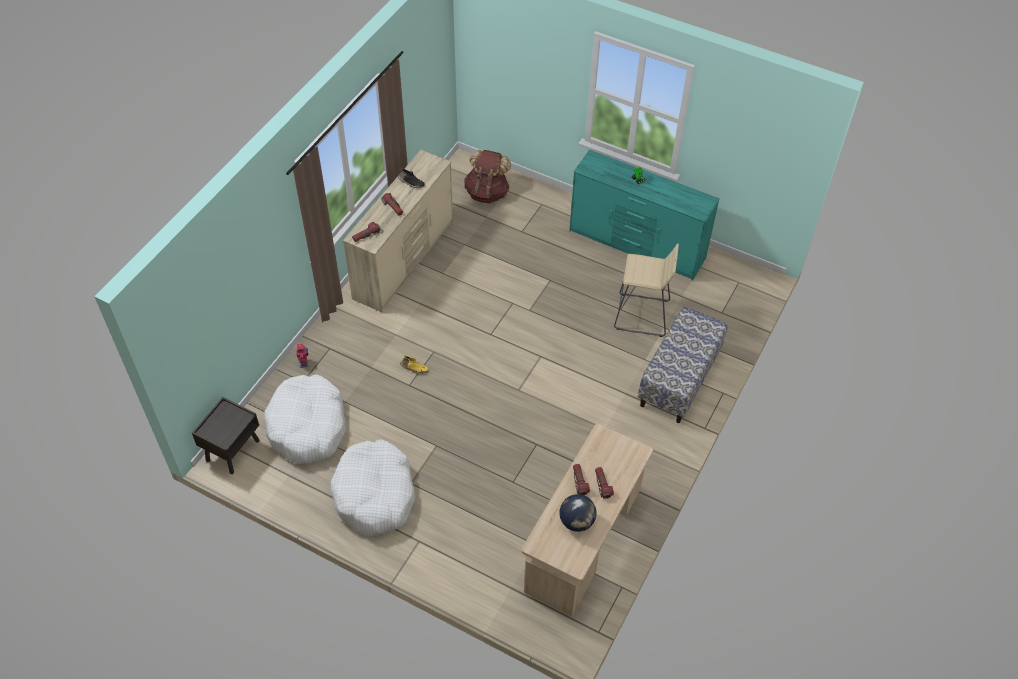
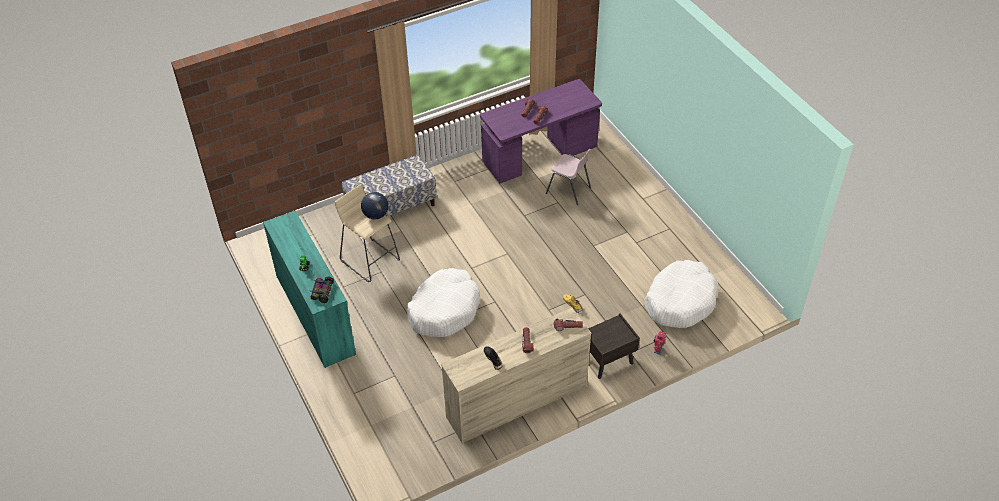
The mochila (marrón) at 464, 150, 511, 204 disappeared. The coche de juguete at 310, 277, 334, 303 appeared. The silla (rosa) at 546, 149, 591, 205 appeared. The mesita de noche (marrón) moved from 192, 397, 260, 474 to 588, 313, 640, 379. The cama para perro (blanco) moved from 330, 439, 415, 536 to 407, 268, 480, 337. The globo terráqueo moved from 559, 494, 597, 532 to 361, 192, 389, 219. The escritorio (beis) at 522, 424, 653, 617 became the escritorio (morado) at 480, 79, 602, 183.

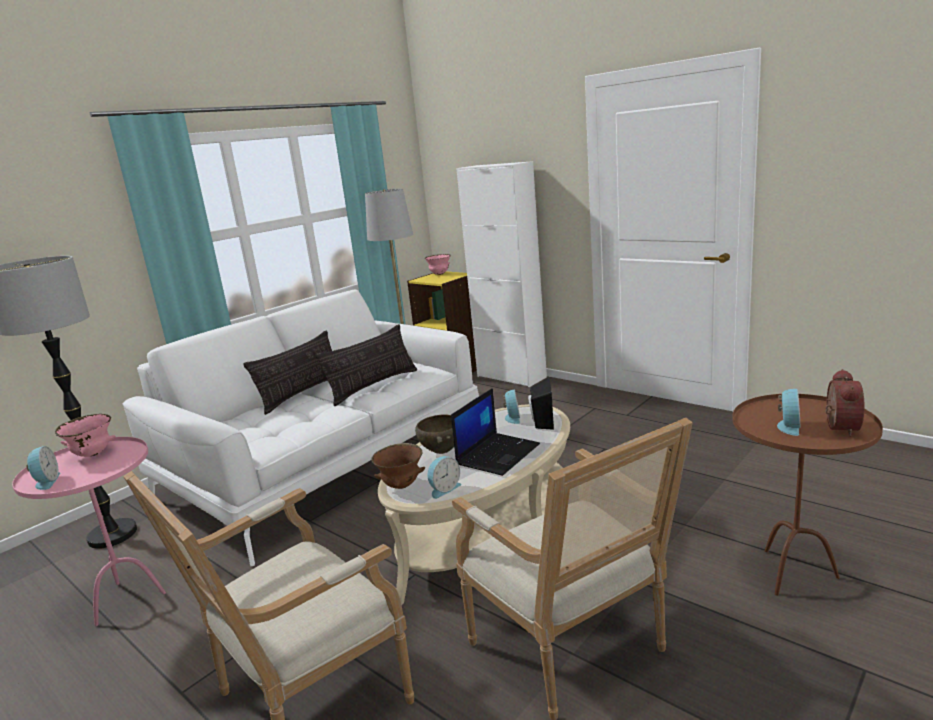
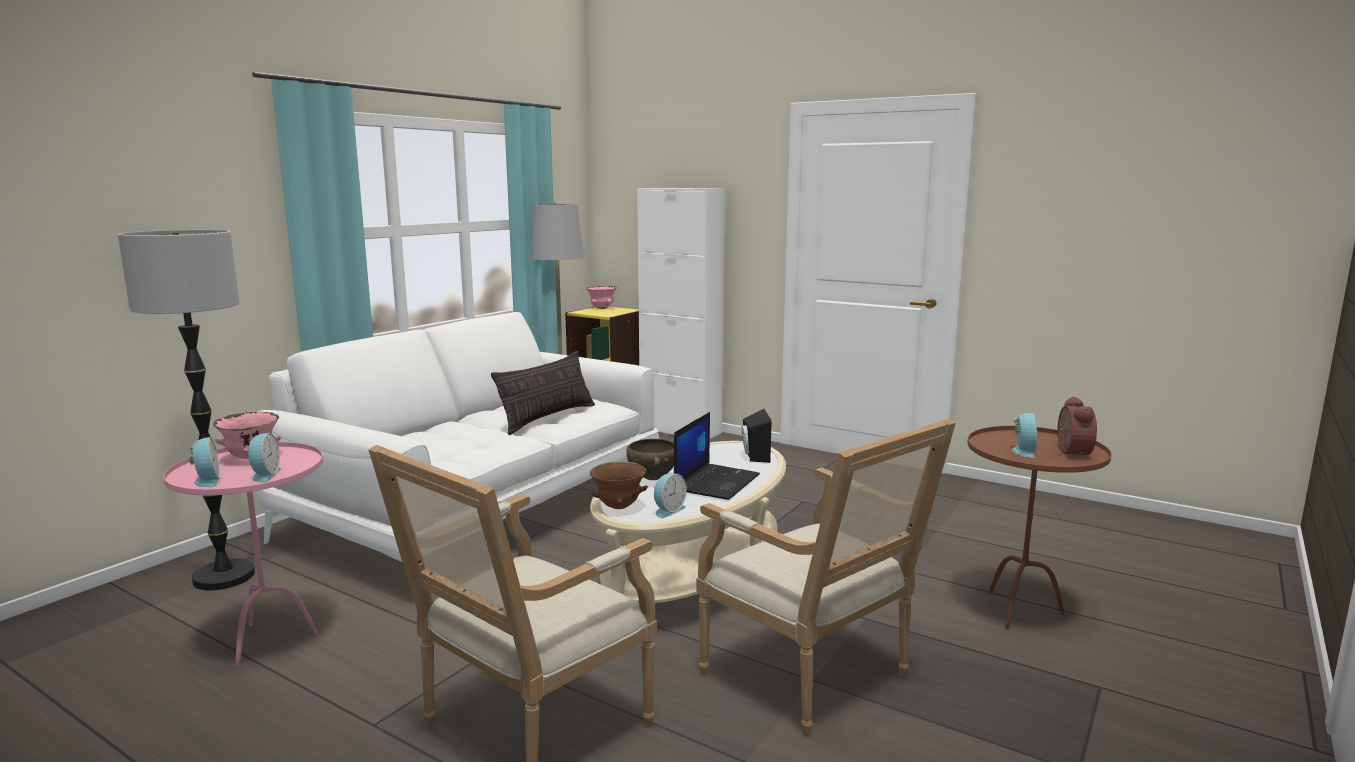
The cojín at 243, 330, 332, 415 disappeared. The despertador moved from 503, 389, 520, 424 to 247, 433, 281, 483.

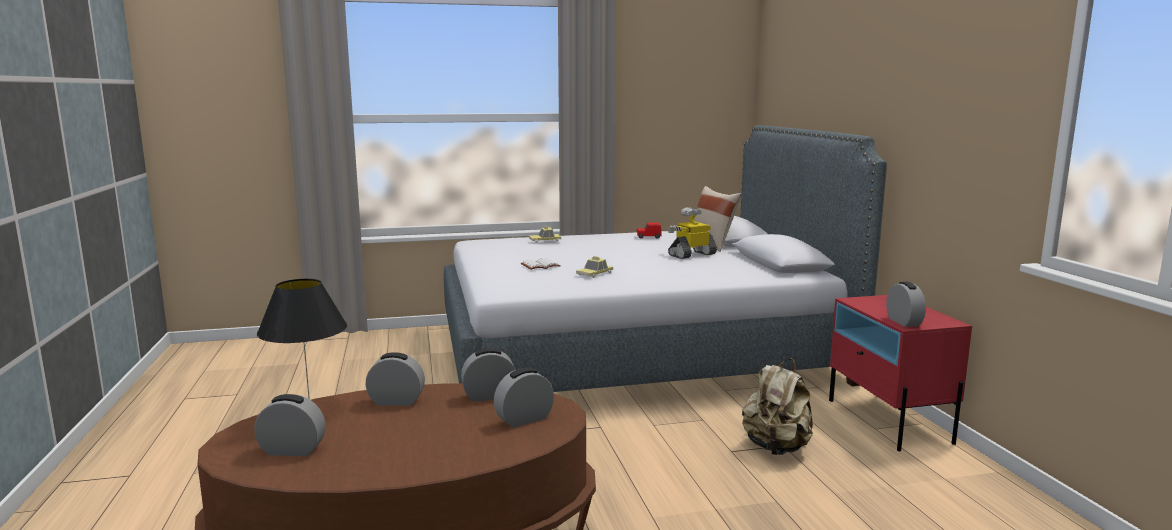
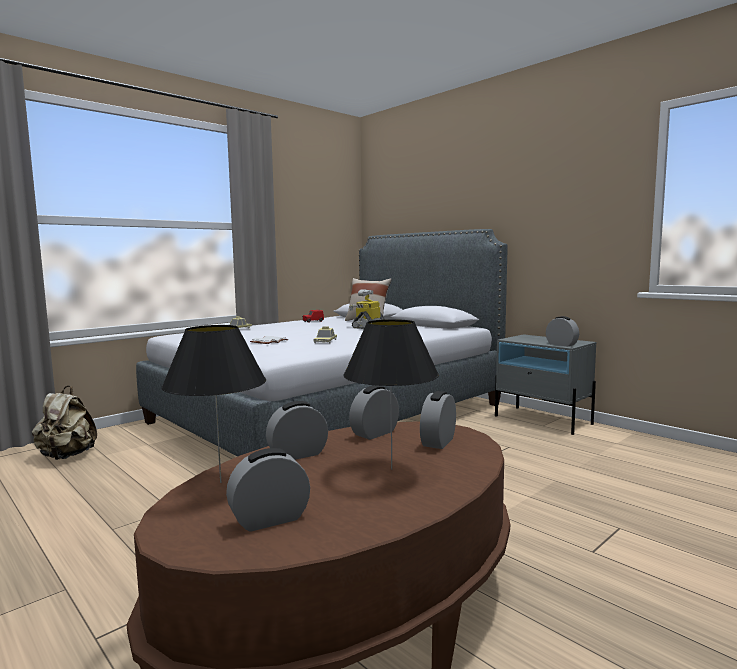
The lámpara de mesa (negro) at 343, 319, 439, 470 appeared. The mochila (beis) moved from 742, 359, 813, 455 to 32, 385, 97, 460. The mesita de noche (rojo) at 829, 295, 972, 451 became the mesita de noche (gris) at 495, 334, 596, 435.

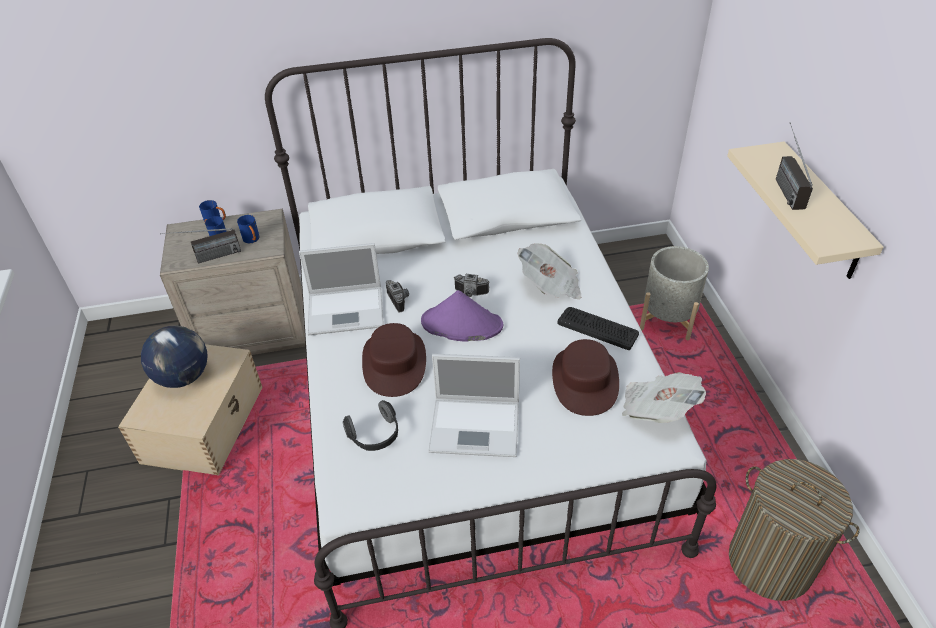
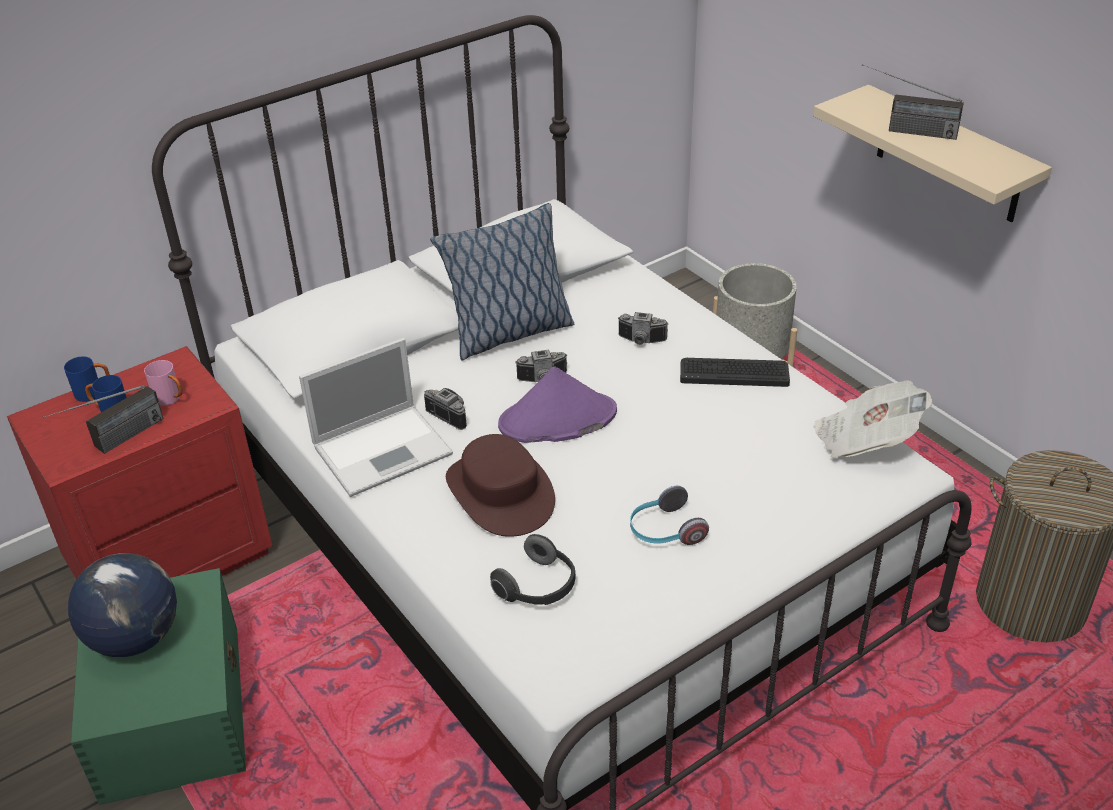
The sombrero (marrón) at 552, 339, 619, 416 disappeared. The cojín at 430, 203, 574, 361 appeared. The portátil at 428, 354, 520, 457 was replaced by the auriculares at 630, 486, 709, 545. The periódico at 518, 243, 582, 299 was replaced by the cámara at 618, 312, 668, 345. The caja de almacenaje (beis) at 118, 344, 262, 475 became the caja de almacenaje (verde) at 71, 568, 246, 805. The mesita de noche (beis) at 160, 209, 305, 355 became the mesita de noche (rojo) at 7, 346, 273, 580. The taza grande (azul) at 237, 215, 260, 244 became the taza grande (rosa) at 144, 360, 182, 406. The radio at 776, 122, 813, 210 turned 45 degrees counterclockwise.

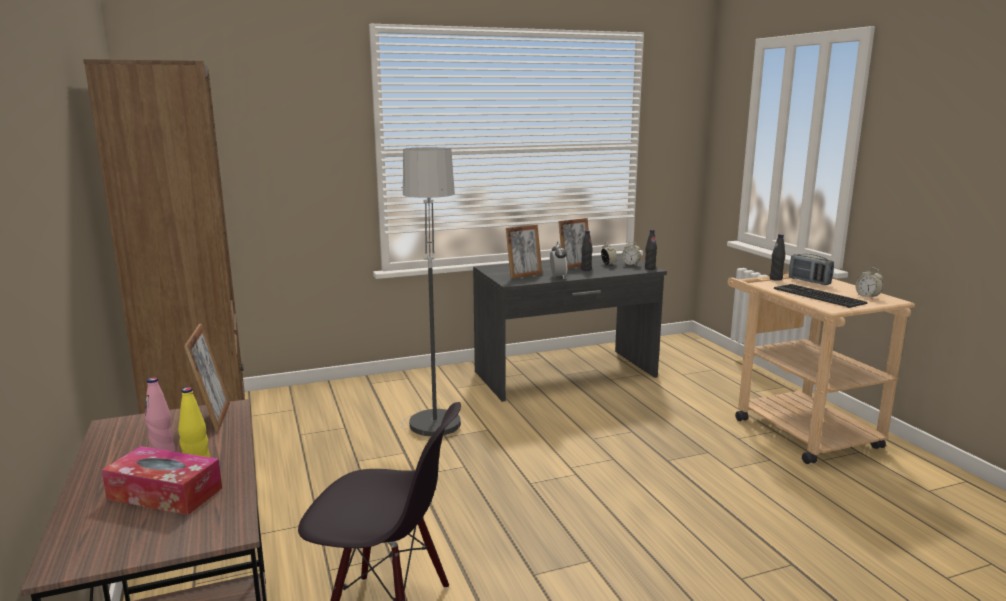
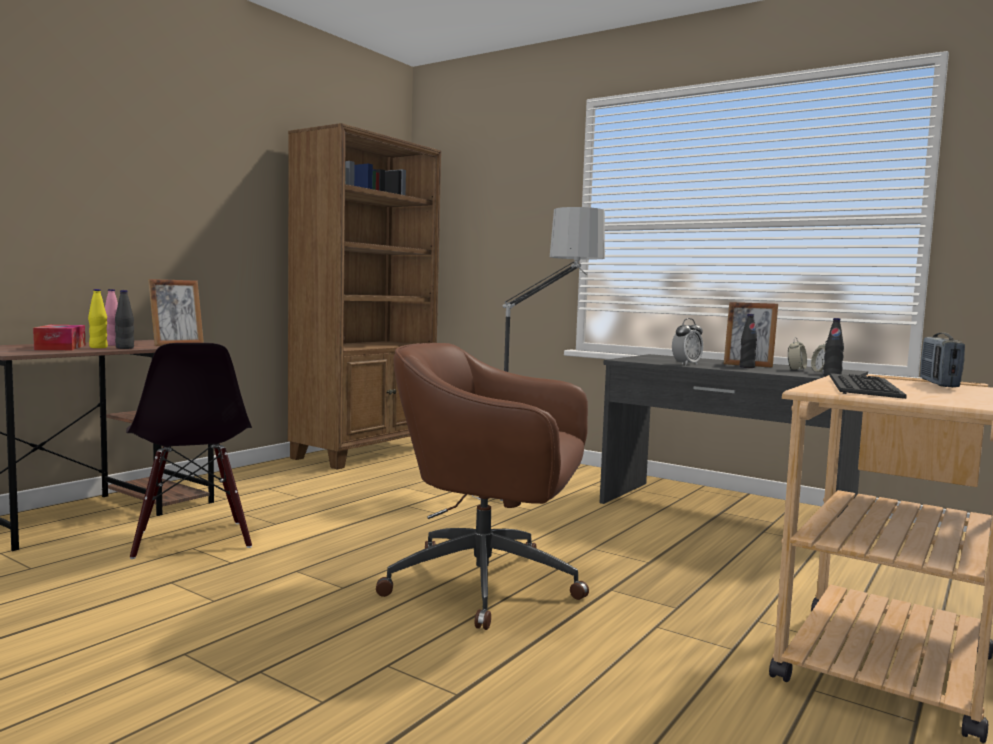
The portarretratos at 506, 225, 542, 279 disappeared. The despertador at 855, 268, 883, 298 disappeared. The silla de oficina (marrón) at 376, 343, 589, 630 appeared. The botella (negro) moved from 769, 234, 785, 281 to 115, 290, 134, 349.

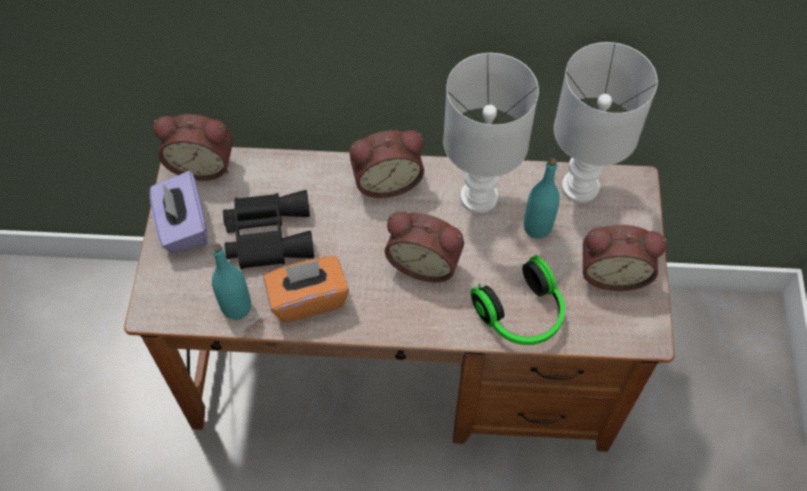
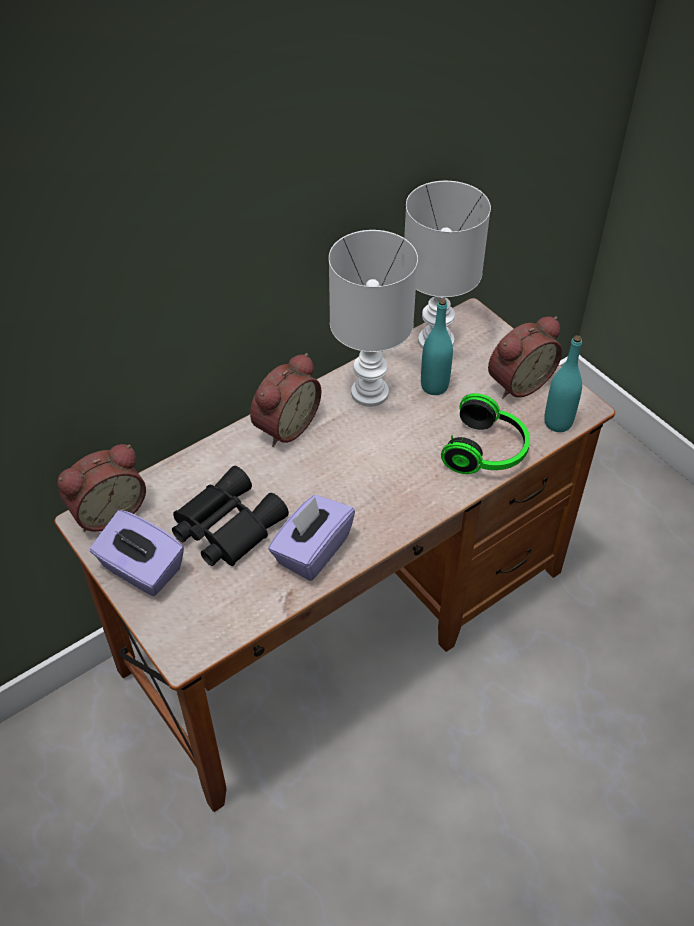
The despertador at 385, 212, 464, 282 disappeared. The botella (turquesa) moved from 212, 244, 251, 320 to 544, 335, 582, 432. The caja de pañuelos (naranja) at 264, 256, 349, 322 became the caja de pañuelos (morado) at 268, 495, 355, 581.

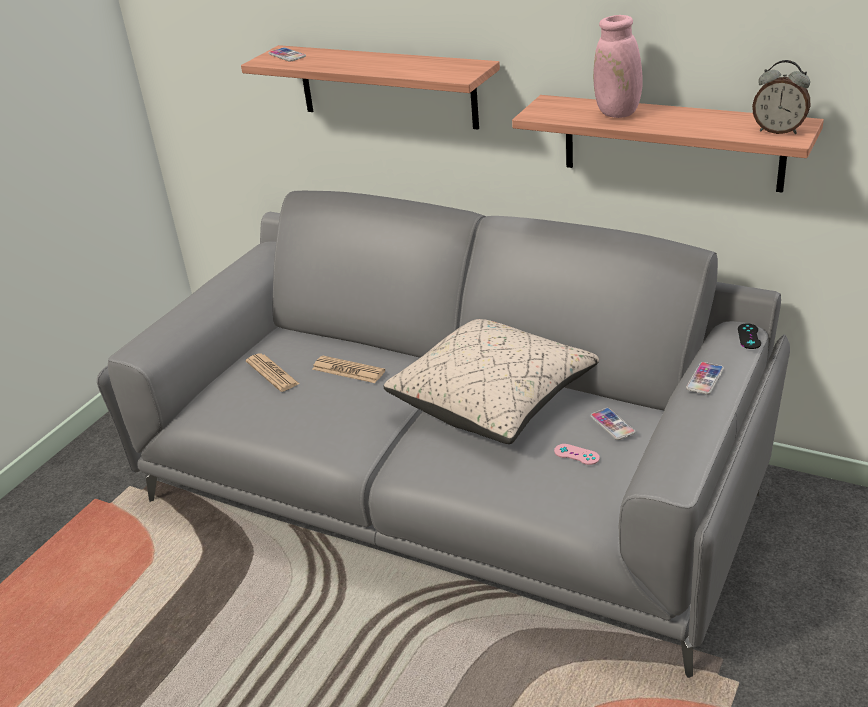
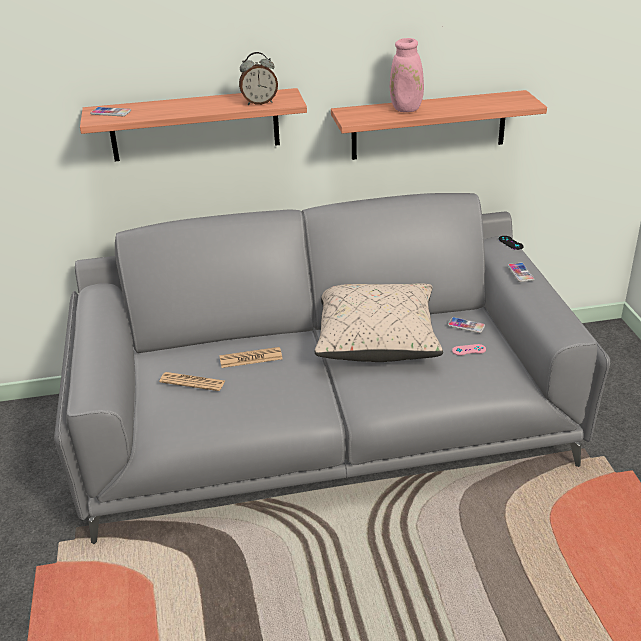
The despertador moved from 752, 60, 810, 134 to 239, 52, 278, 105.

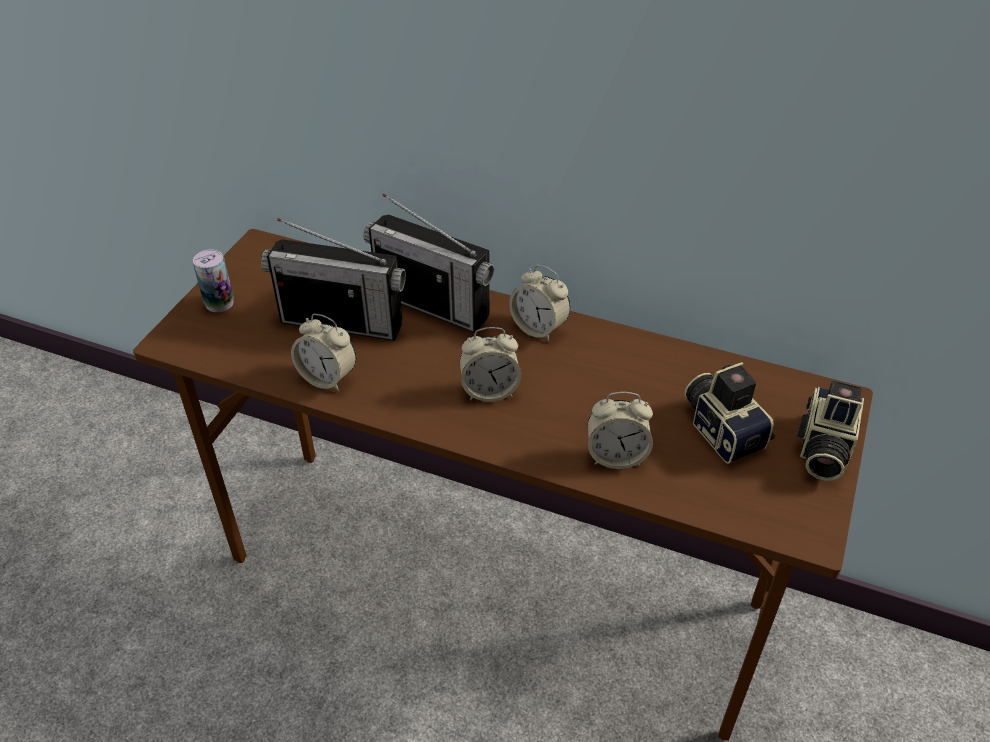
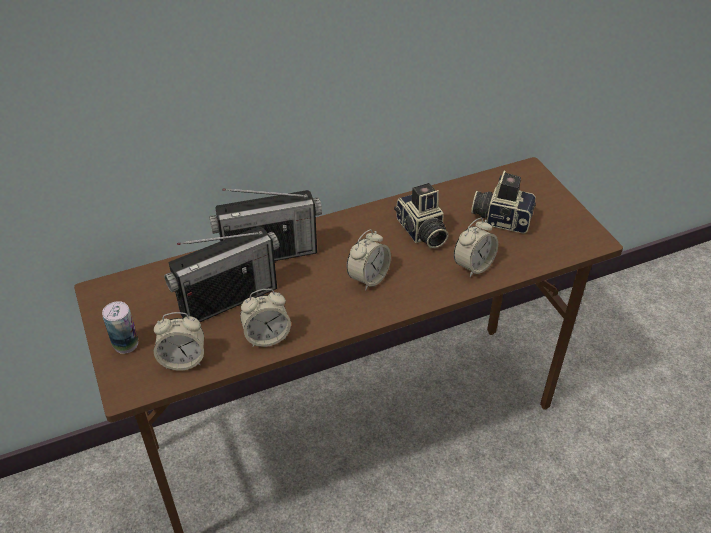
The despertador moved from 509, 265, 571, 341 to 154, 312, 204, 371. The cámara moved from 797, 380, 864, 481 to 394, 183, 449, 248.

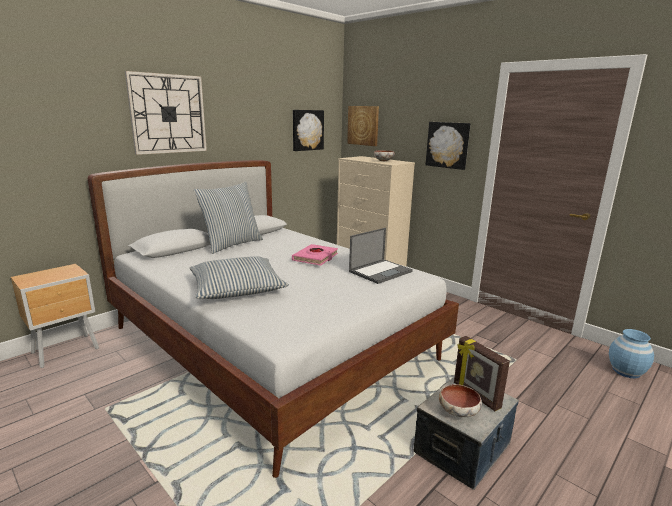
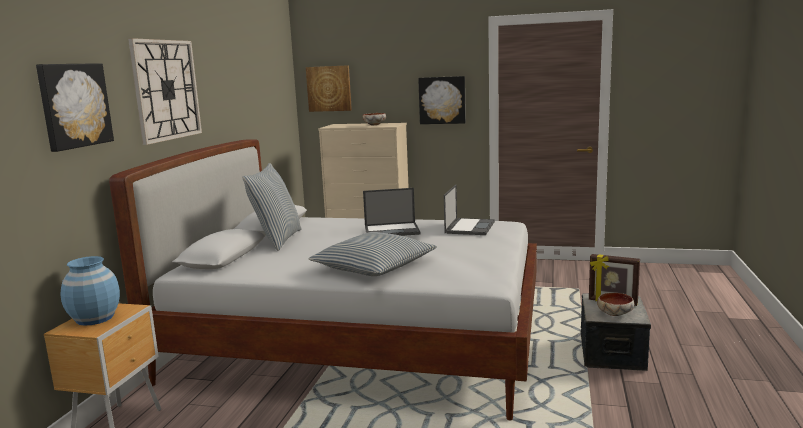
The cuadro moved from 293, 110, 324, 151 to 36, 63, 114, 152. The florero (azul) moved from 609, 329, 654, 378 to 61, 256, 120, 326. The libro (rosa) at 292, 244, 338, 266 was replaced by the portátil at 363, 188, 421, 236.

